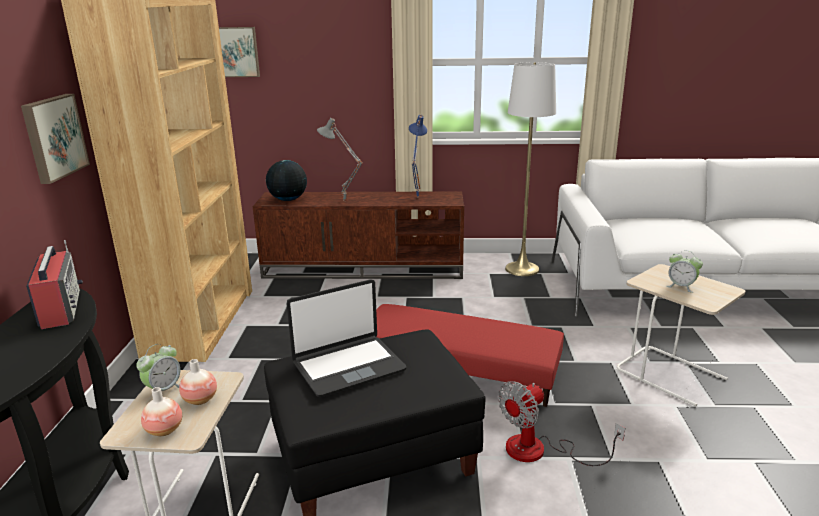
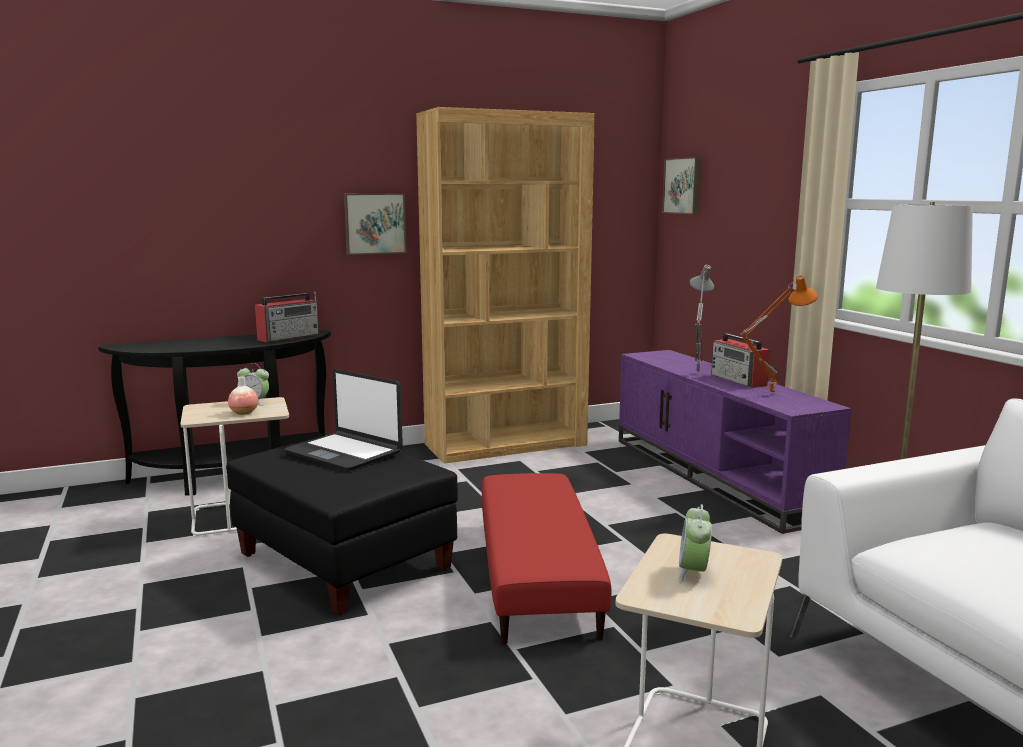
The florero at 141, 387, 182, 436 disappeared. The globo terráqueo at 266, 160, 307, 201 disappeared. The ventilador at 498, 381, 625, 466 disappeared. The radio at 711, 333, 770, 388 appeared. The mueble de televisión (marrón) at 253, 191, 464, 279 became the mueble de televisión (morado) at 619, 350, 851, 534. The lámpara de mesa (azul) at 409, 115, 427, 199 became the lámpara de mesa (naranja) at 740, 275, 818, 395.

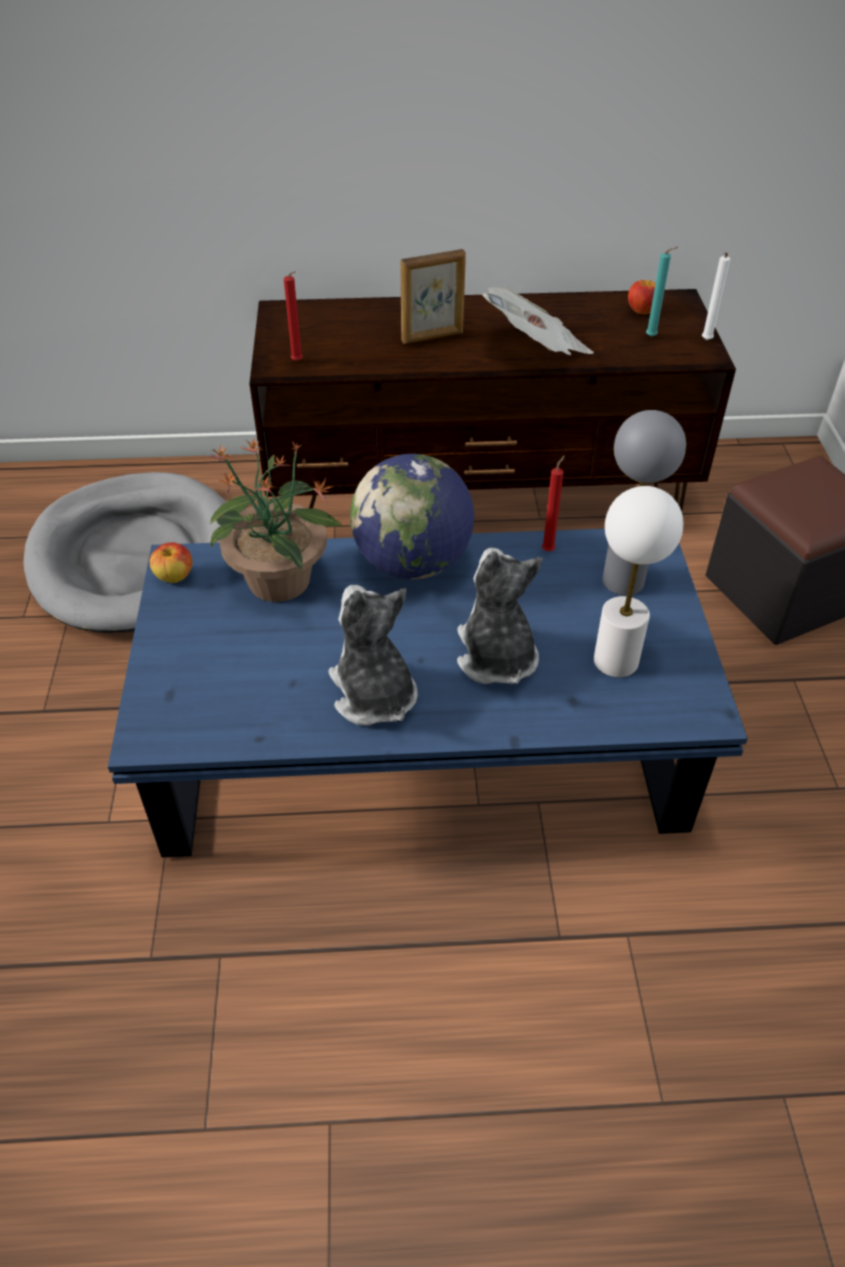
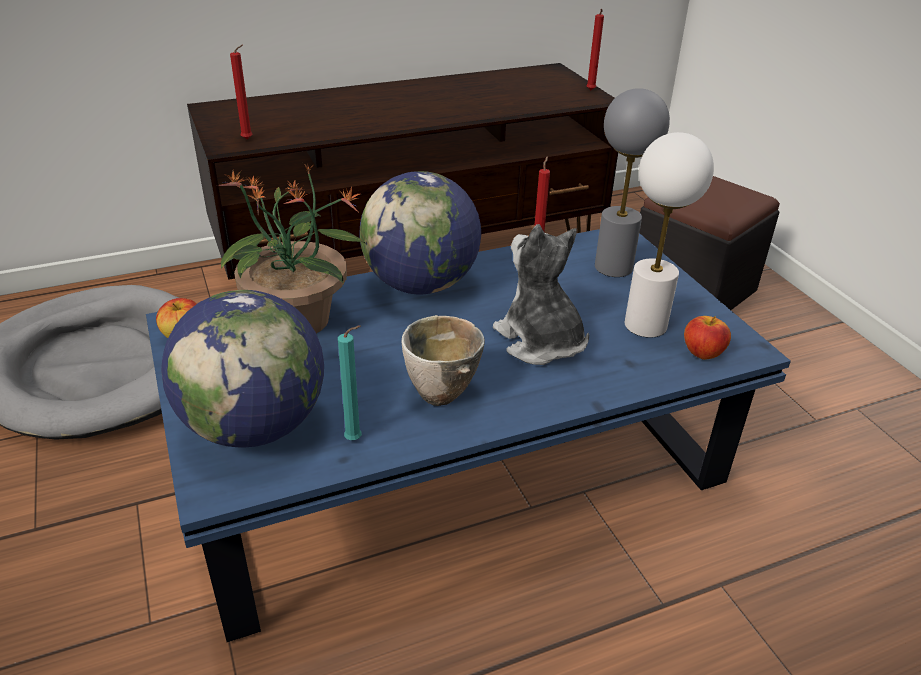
The portarretratos at 400, 249, 466, 344 disappeared. The periódico at 482, 287, 594, 355 disappeared. The globo terráqueo at 161, 290, 324, 447 appeared. The manzana moved from 628, 279, 656, 314 to 684, 316, 731, 360. The vela (turquesa) moved from 646, 247, 678, 337 to 338, 325, 362, 440. The peluche at 329, 585, 418, 726 was replaced by the cuenco at 402, 315, 485, 406. The vela (blanco) at 702, 252, 730, 340 became the vela (rojo) at 586, 8, 604, 90.

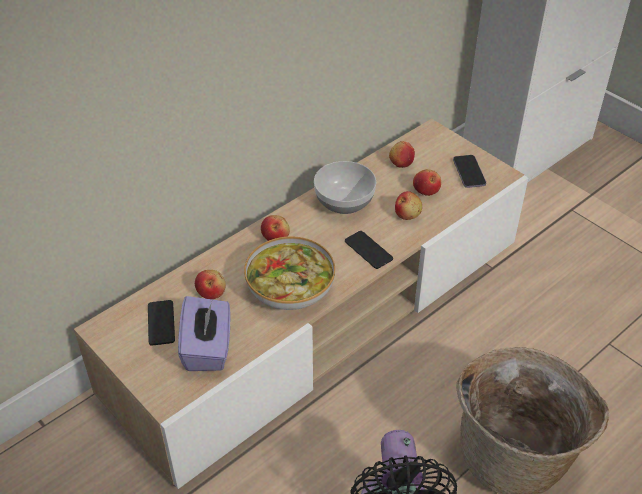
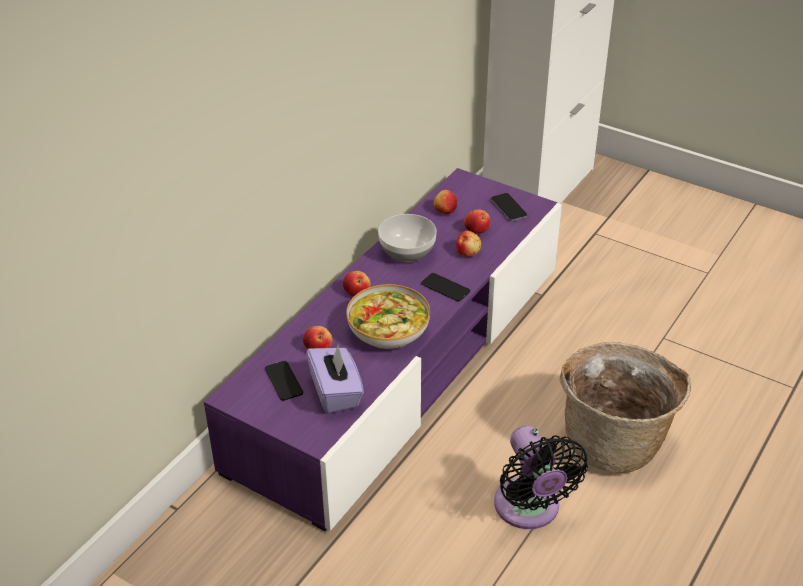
The mueble de televisión (beis) at 74, 119, 528, 489 became the mueble de televisión (morado) at 204, 168, 562, 531.

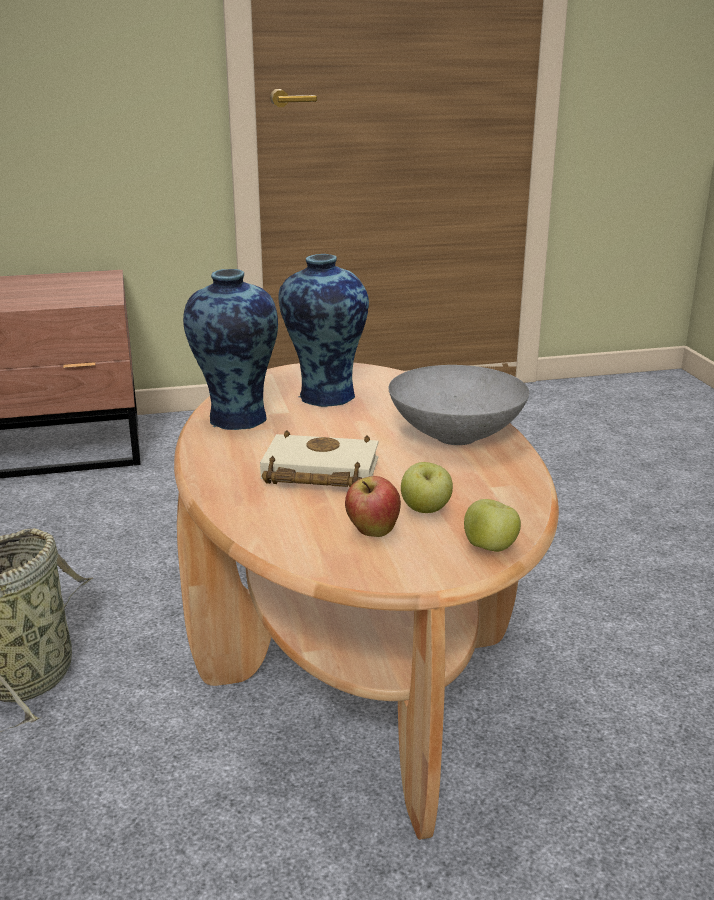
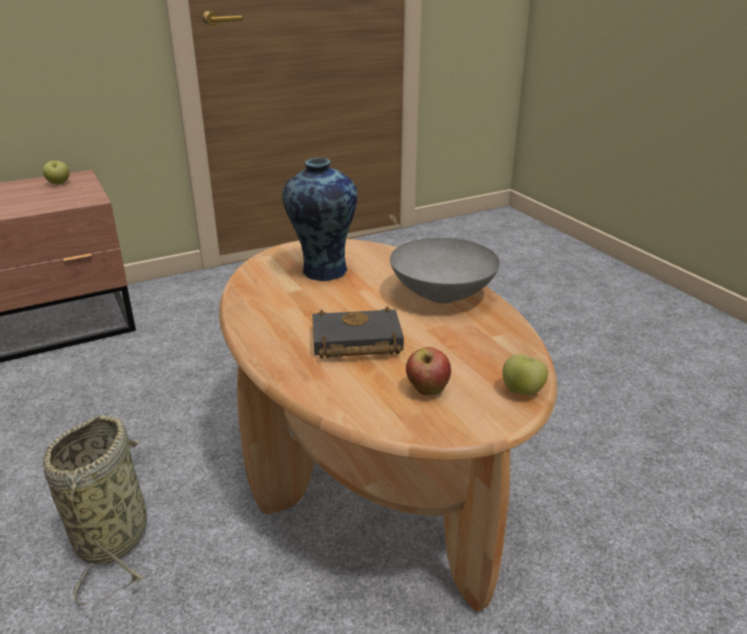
The florero at 183, 269, 278, 430 disappeared. The manzana moved from 401, 462, 453, 513 to 43, 161, 69, 184. The libro (beis) at 260, 430, 379, 487 became the libro (negro) at 312, 307, 404, 358.

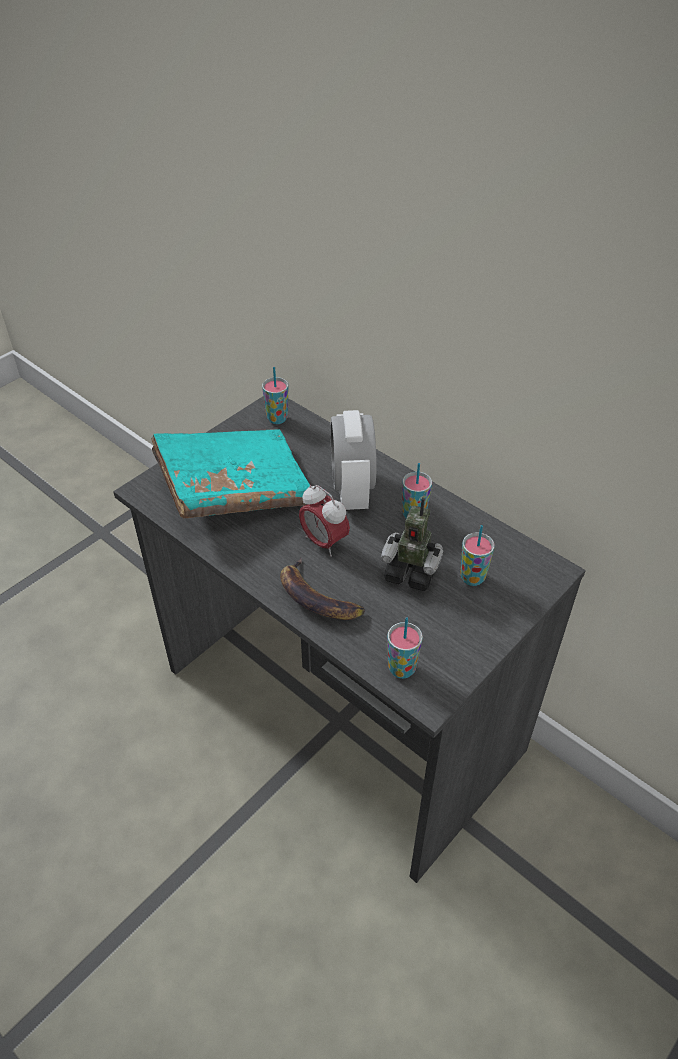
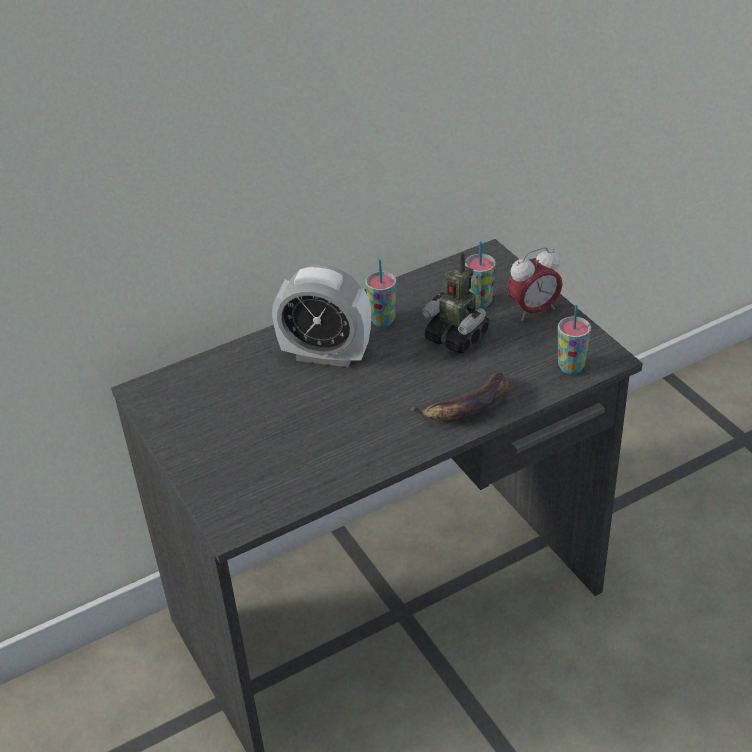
The libro (turquesa) at 151, 429, 310, 518 disappeared. The taza at 262, 367, 288, 424 disappeared. The despertador moved from 299, 485, 350, 557 to 507, 247, 563, 321. The robot de juguete at 381, 497, 443, 591 turned 90 degrees clockwise.

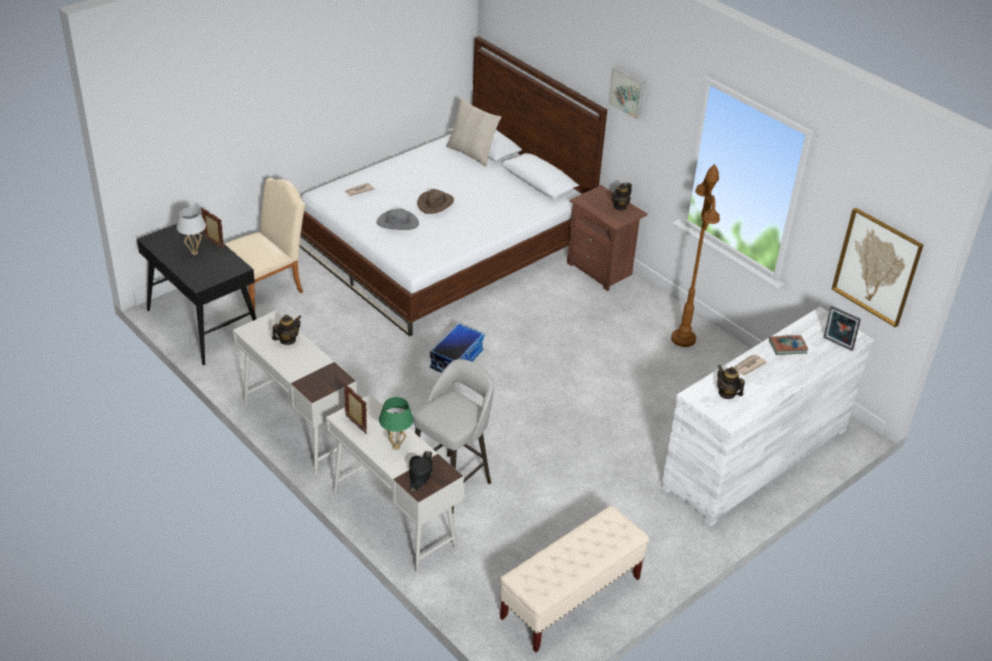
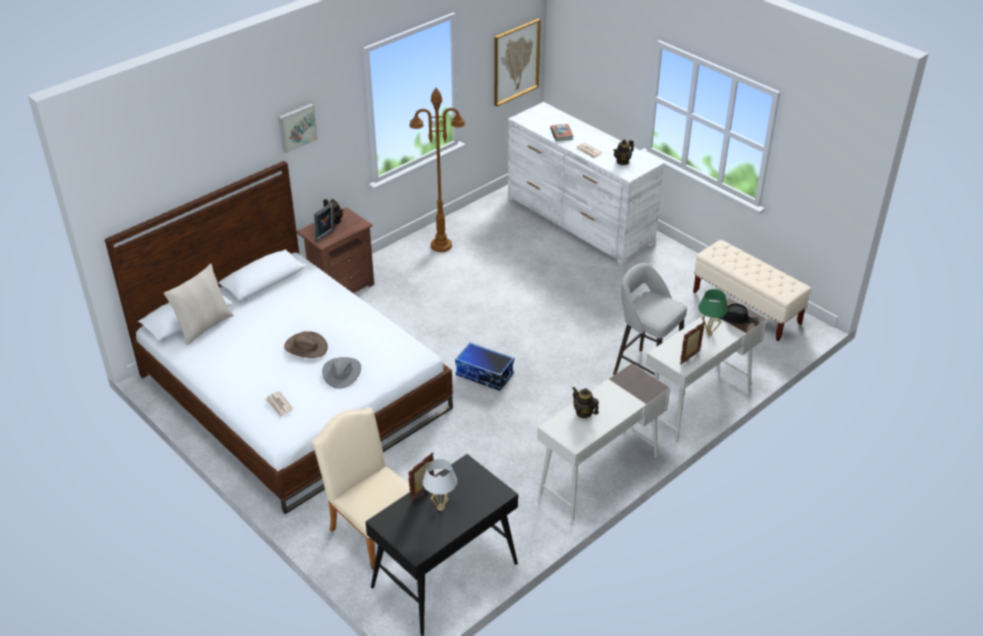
The portarretratos moved from 824, 306, 861, 351 to 314, 202, 334, 242.

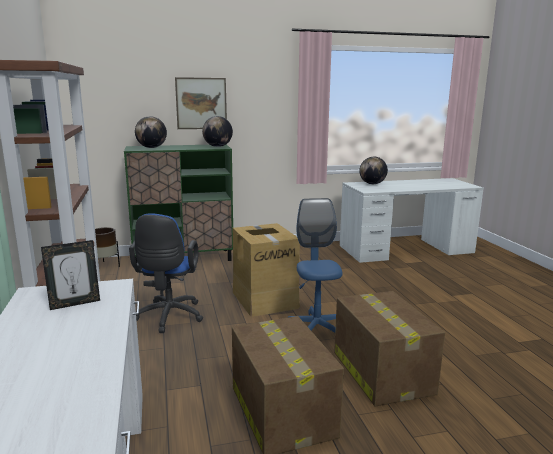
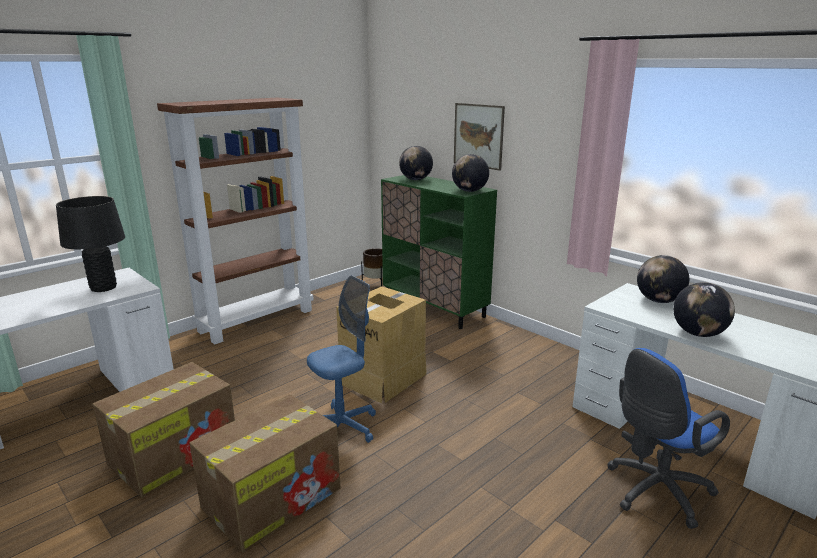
The globo terráqueo at 673, 282, 735, 337 appeared. The silla de oficina (azul) moved from 129, 213, 203, 333 to 607, 348, 730, 529. The portarretratos at 41, 240, 100, 310 was replaced by the lámpara de mesa (negro) at 56, 196, 125, 292.

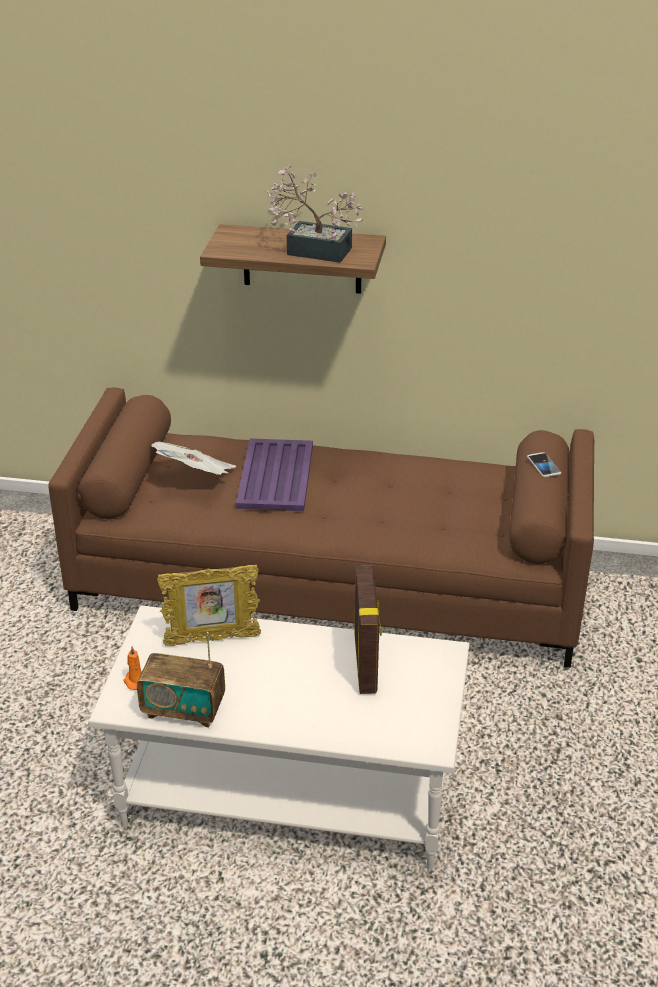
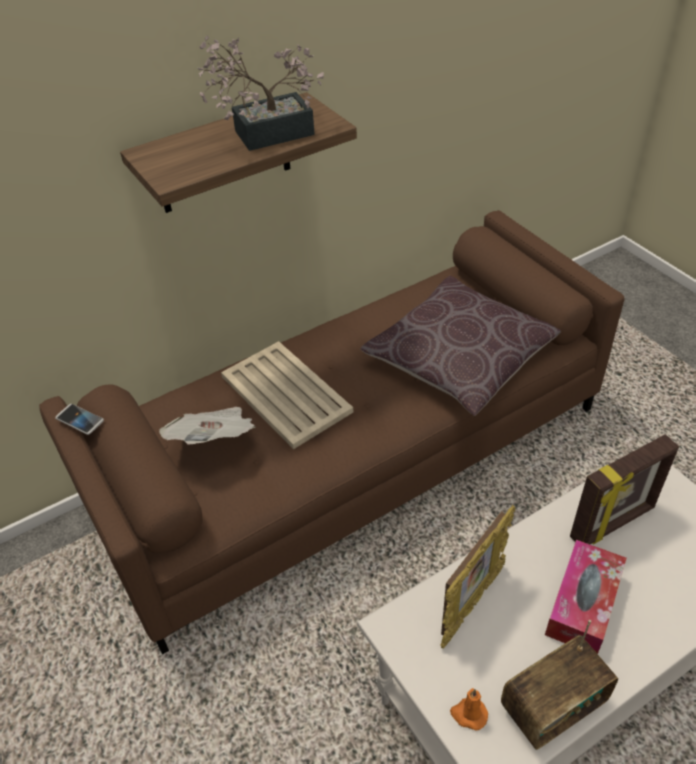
The cojín (marrón) at 360, 276, 561, 416 appeared. The caja de pañuelos at 545, 540, 626, 654 appeared. The móvil moved from 527, 452, 561, 477 to 55, 404, 104, 435. The bandeja (morado) at 236, 438, 313, 511 became the bandeja (beis) at 221, 341, 353, 449. The portarretratos at 354, 565, 382, 694 turned 105 degrees clockwise.

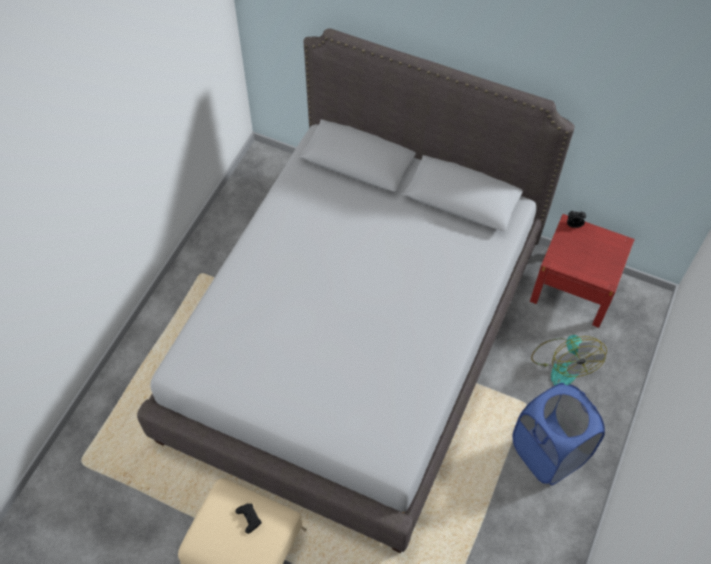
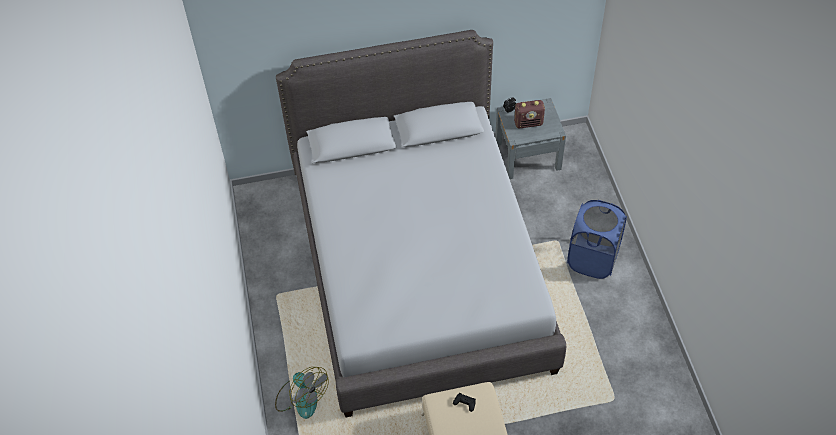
The radio at 514, 100, 545, 128 appeared. The ventilador moved from 531, 335, 607, 386 to 275, 367, 329, 419. The mesita de noche (rojo) at 530, 214, 635, 328 became the mesita de noche (gris) at 495, 98, 566, 179.

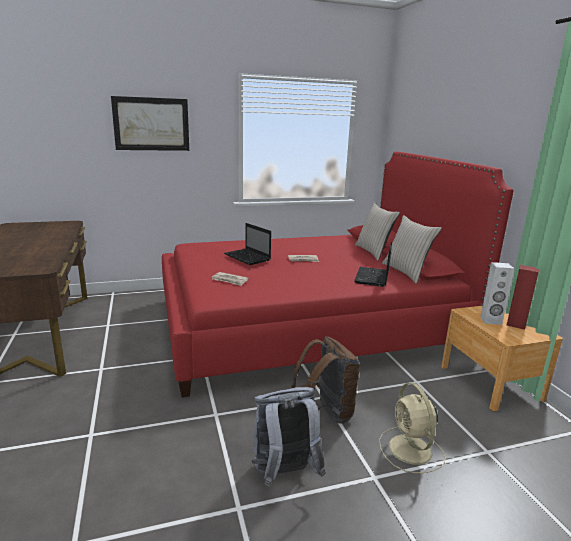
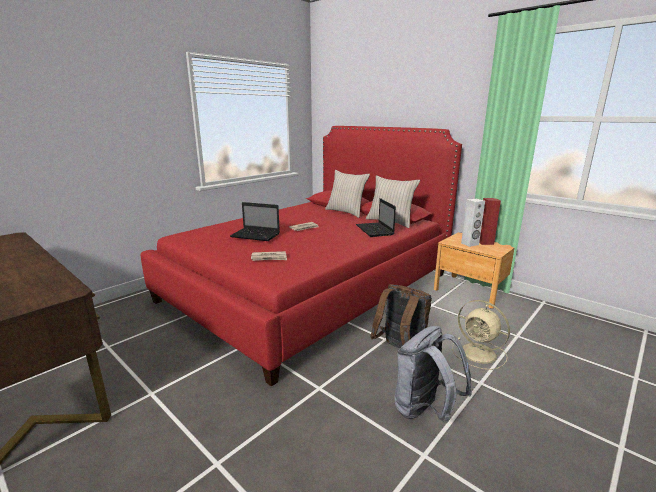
The cuadro at 111, 96, 189, 151 disappeared.

